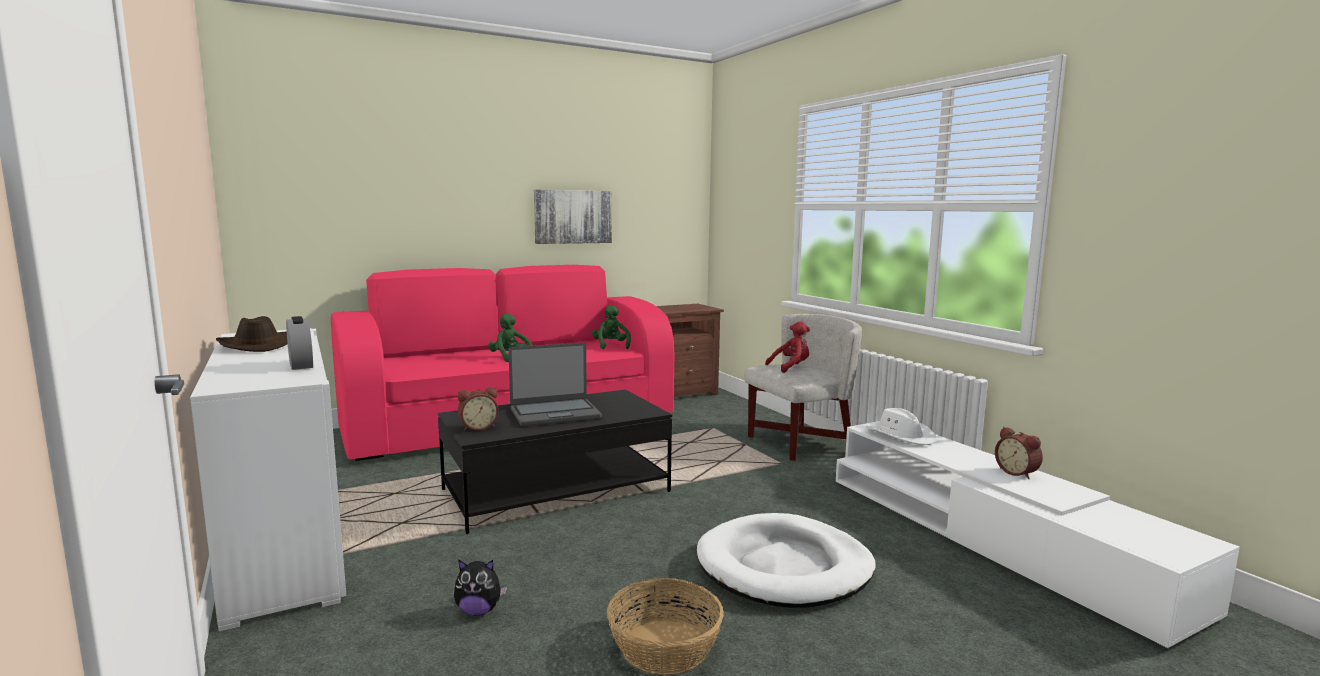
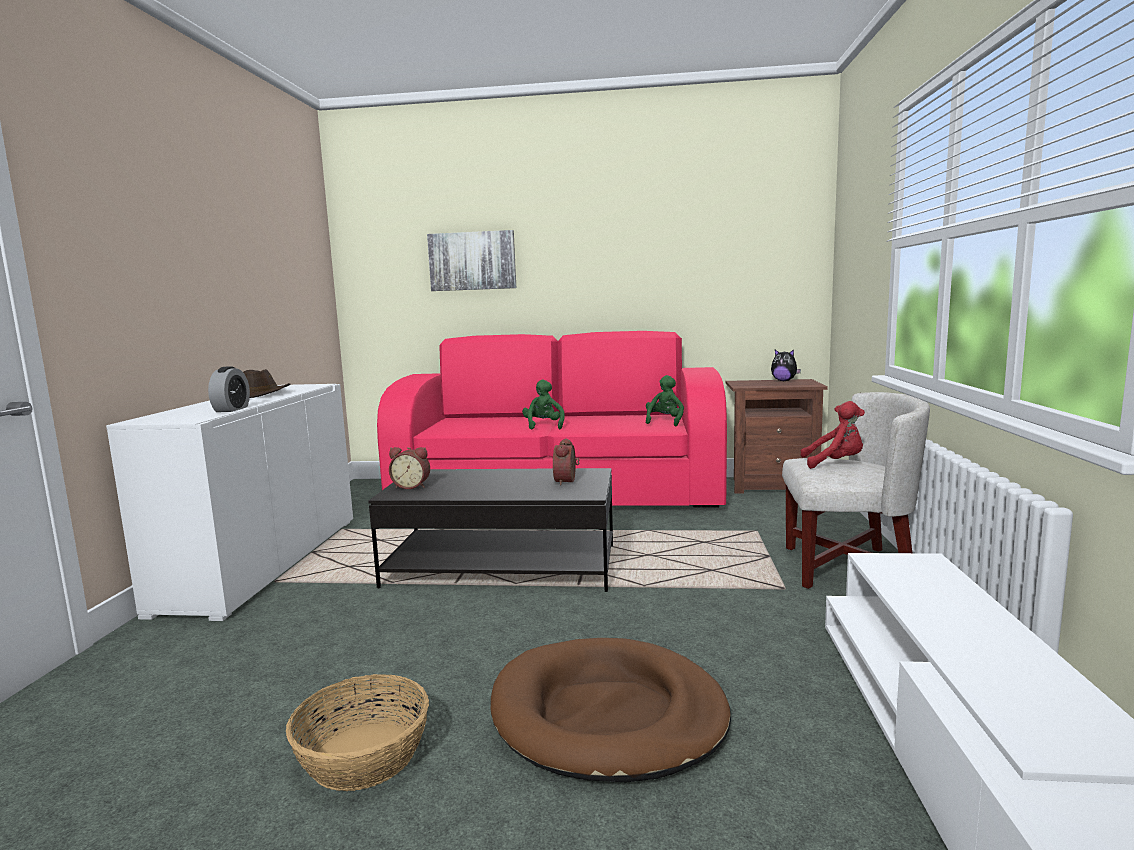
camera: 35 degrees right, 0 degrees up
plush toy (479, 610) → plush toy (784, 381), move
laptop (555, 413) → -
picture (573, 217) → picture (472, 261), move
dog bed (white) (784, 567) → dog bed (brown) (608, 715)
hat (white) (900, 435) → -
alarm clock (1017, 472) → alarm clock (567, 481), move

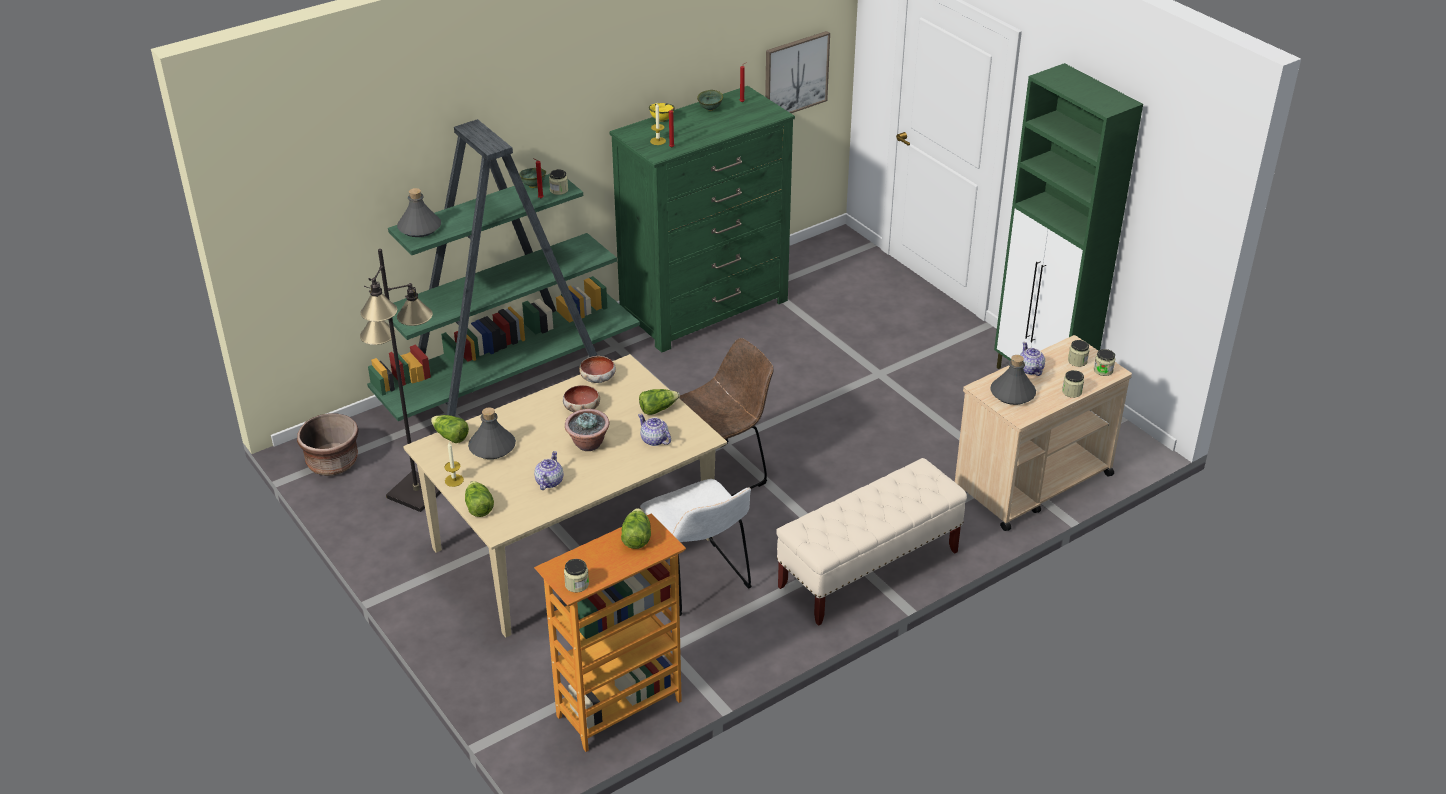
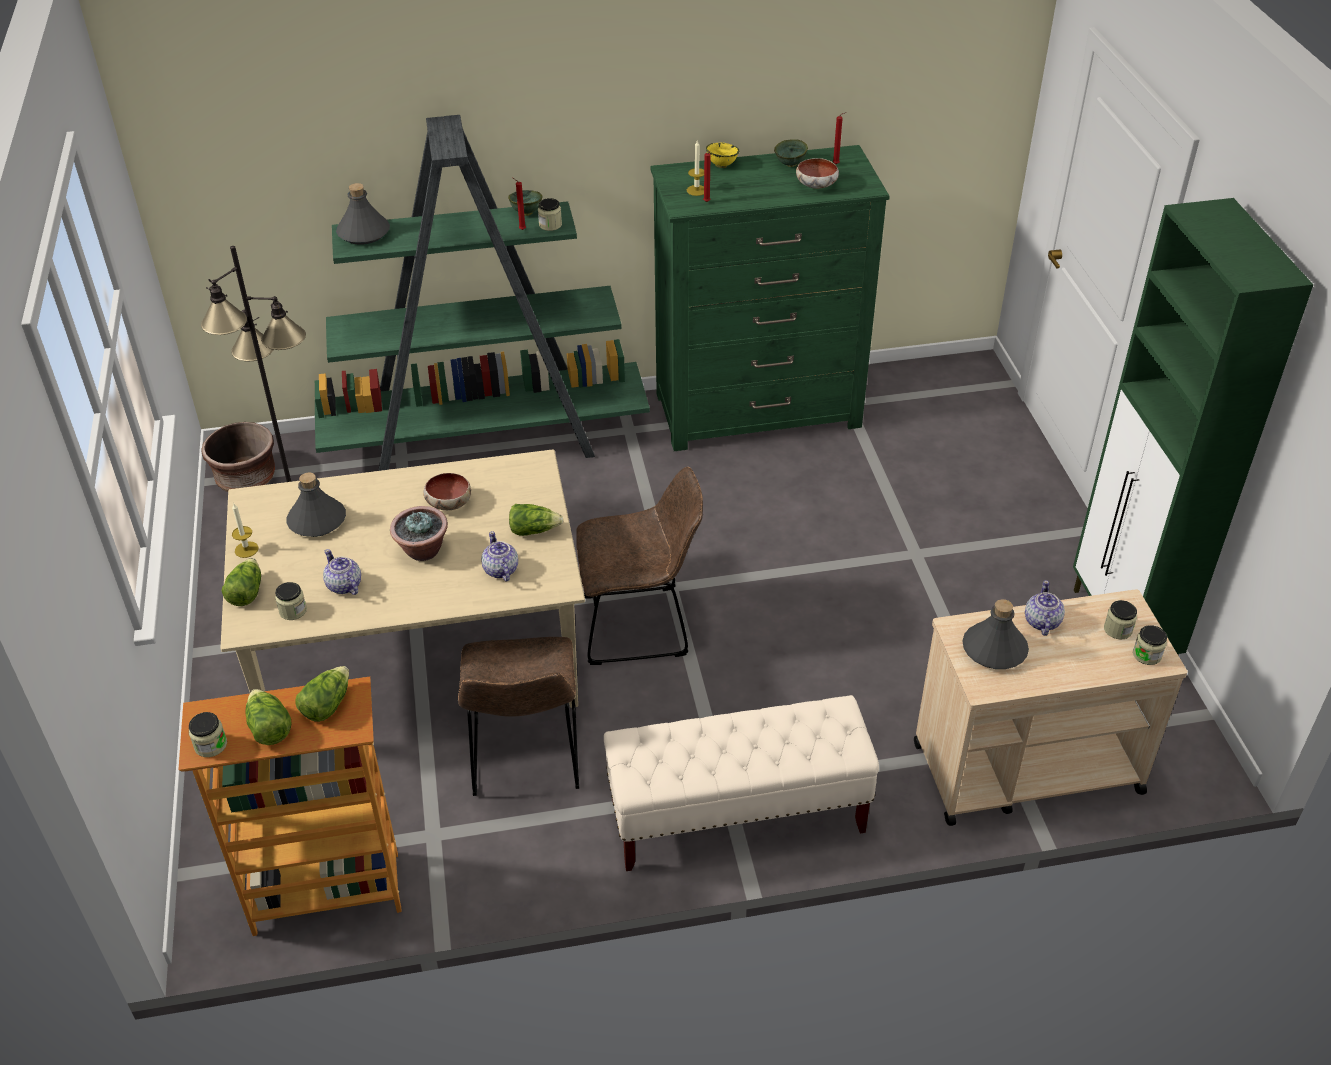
camera: 25 degrees right, 5 degrees up
lettuce (450, 436) → lettuce (269, 728), move
teapot (549, 482) → teapot (344, 586), 75 degrees counterclockwise
bowl (598, 378) → bowl (817, 185), move
chair (white) (699, 581) → chair (brown) (525, 758)
picture (795, 75) → -
jar (1072, 392) → jar (293, 611), move

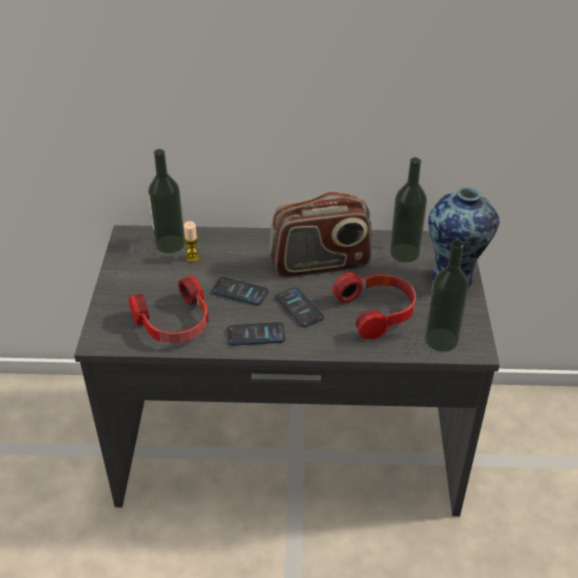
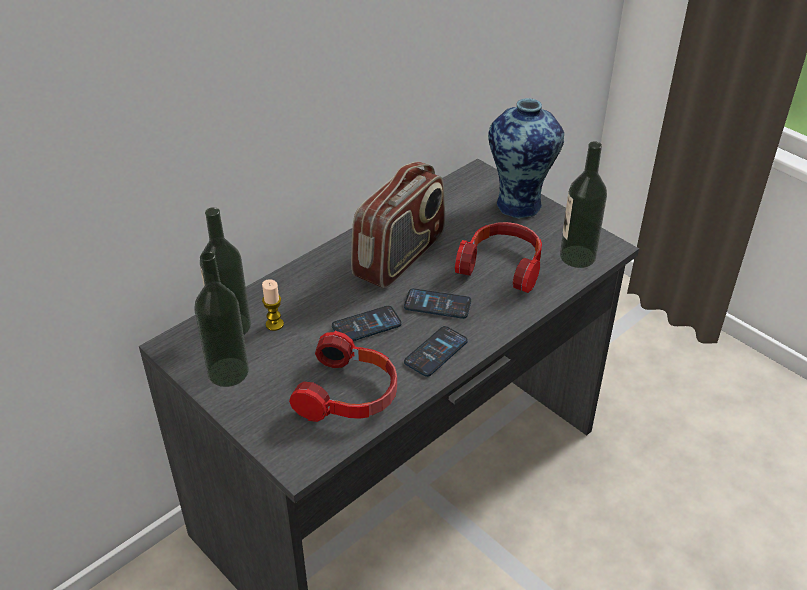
camera: 45 degrees left, 0 degrees up
bottle (404, 253) → bottle (228, 372), move

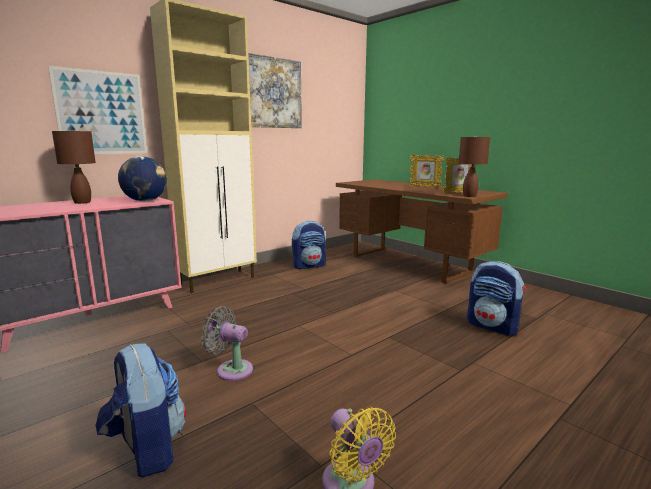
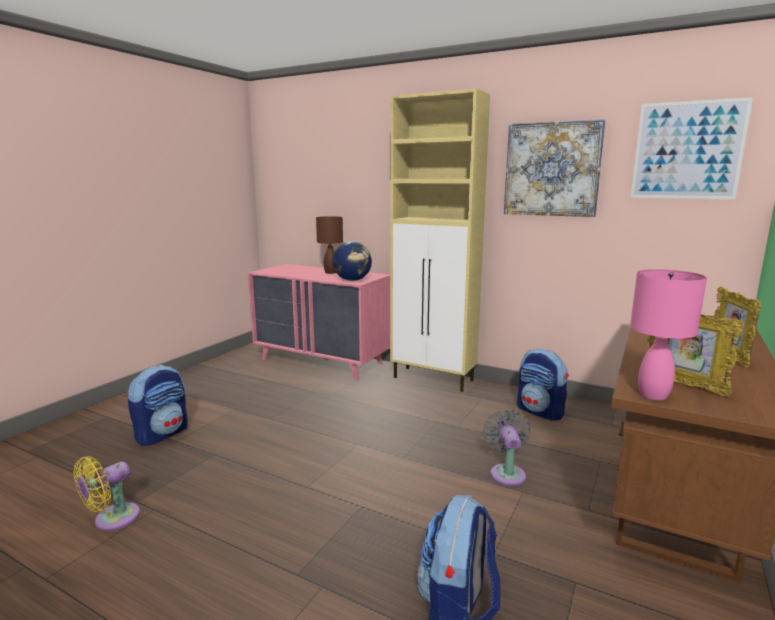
camera: 70 degrees right, 0 degrees up
picture (101, 113) → picture (687, 150), move
fan (grey) (231, 369) → fan (grey) (507, 473), move
table lamp (brown) (470, 196) → table lamp (pink) (654, 395)

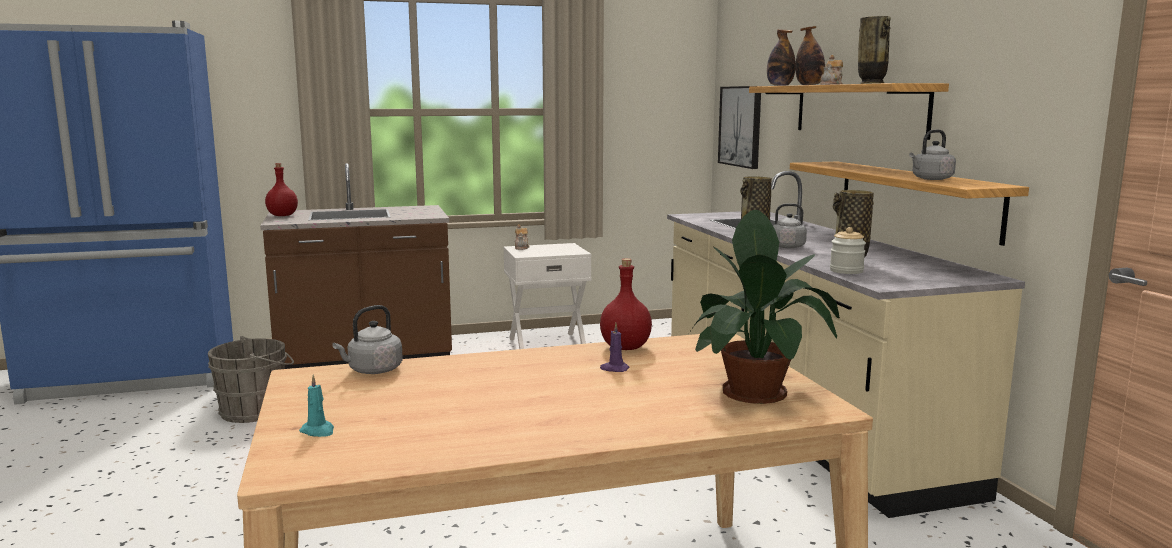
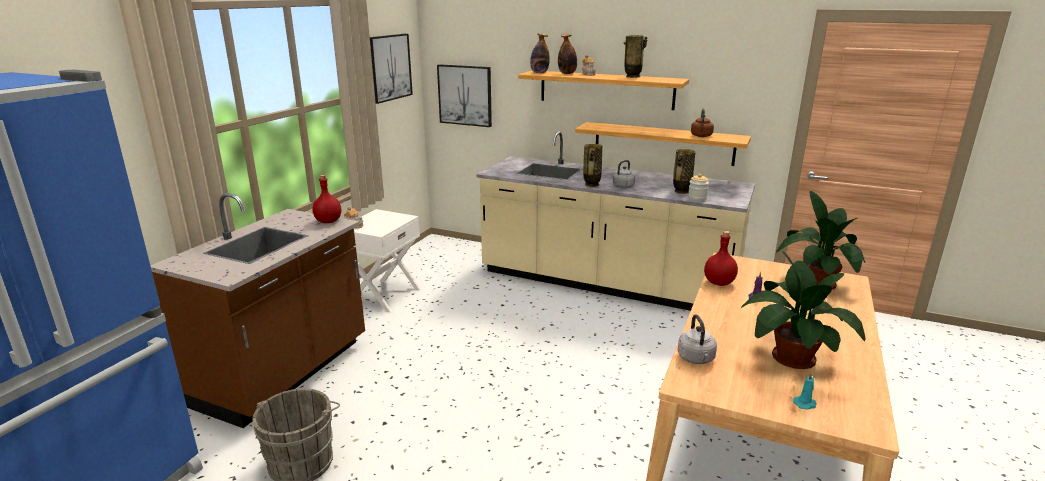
camera: 50 degrees left, 10 degrees up
bottle (red) (282, 215) → bottle (red) (328, 221), move
kettle (grey) (930, 179) → kettle (brown) (701, 136)
- → picture (389, 67)
- → potted plant (789, 356)

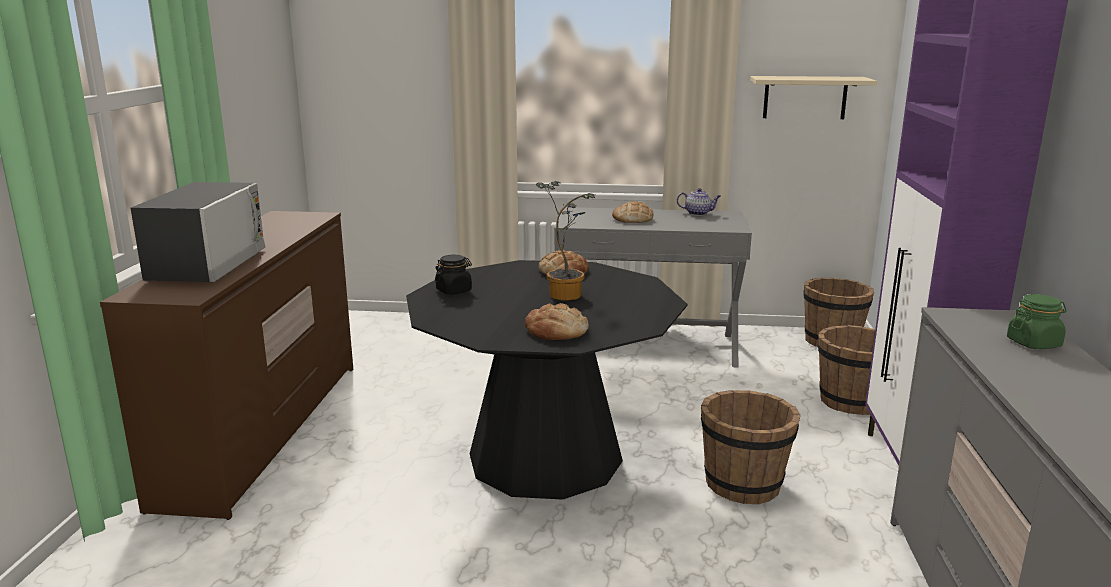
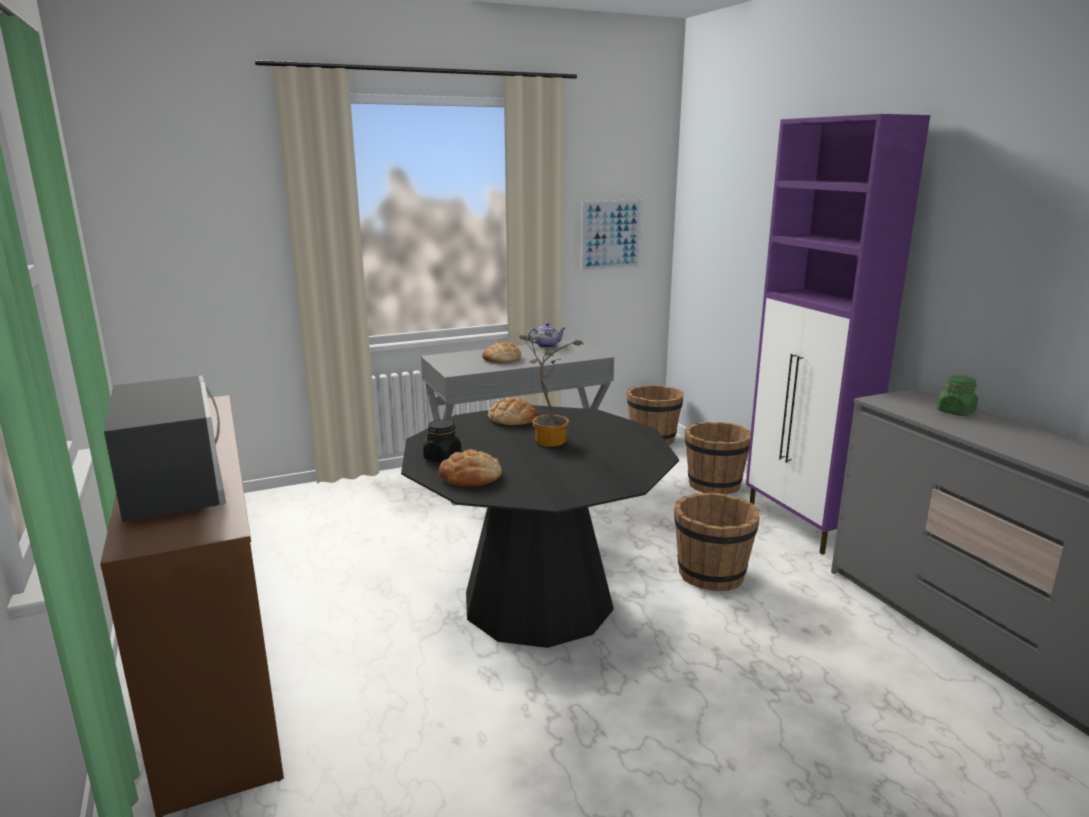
camera: 30 degrees left, 0 degrees up
bread (557, 330) → bread (471, 476), move
shelf (beige) (805, 97) → picture (611, 235)

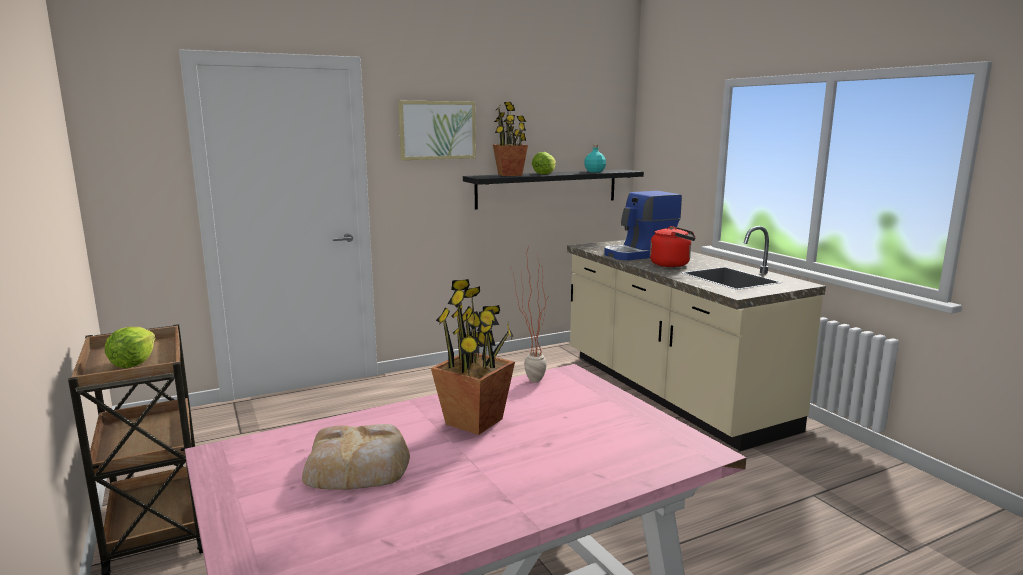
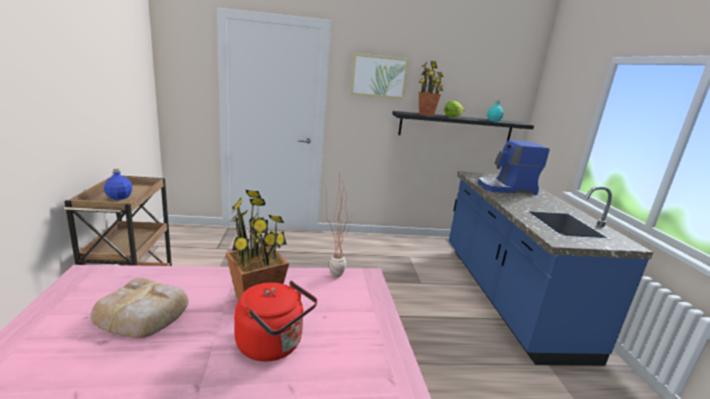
camera: 20 degrees right, 5 degrees up
lettuce (134, 362) → bottle (blue) (119, 197)
counter (beige) (670, 391) → counter (blue) (506, 295)
kettle (red) (672, 264) → kettle (red) (273, 345), move

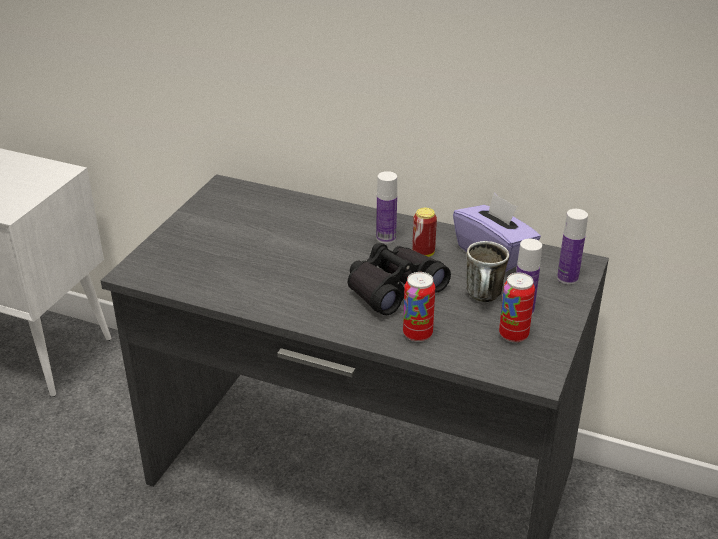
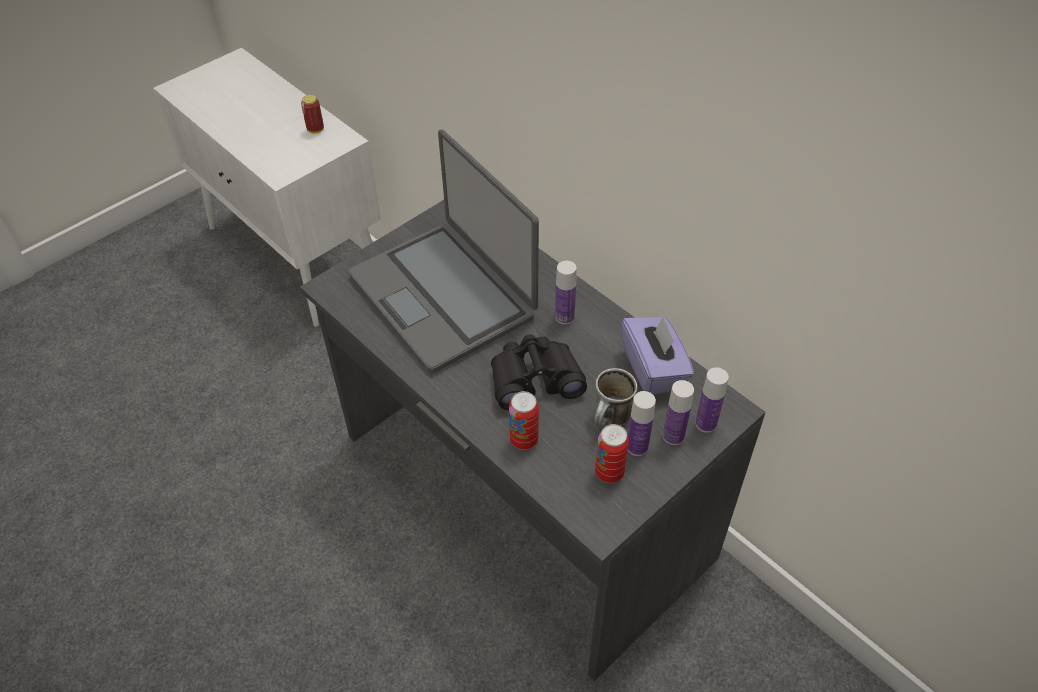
camera: 25 degrees right, 15 degrees up
can (423, 253) → can (315, 130), move
- → laptop (444, 295)
- → bottle (673, 436)

